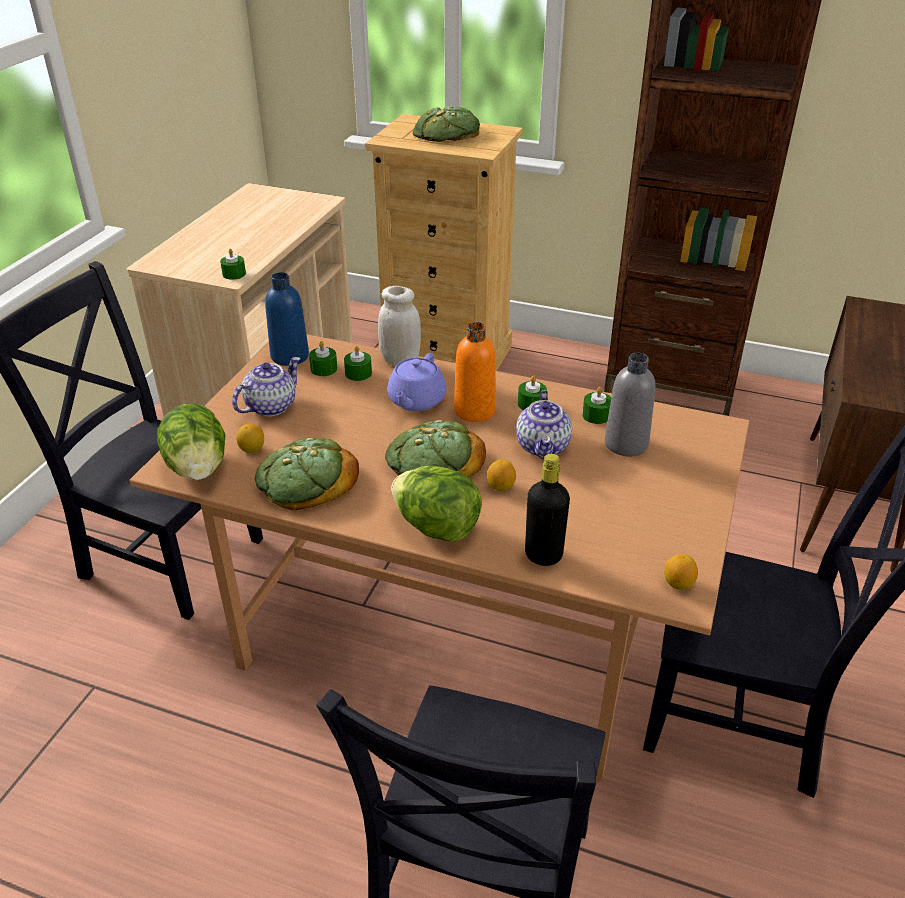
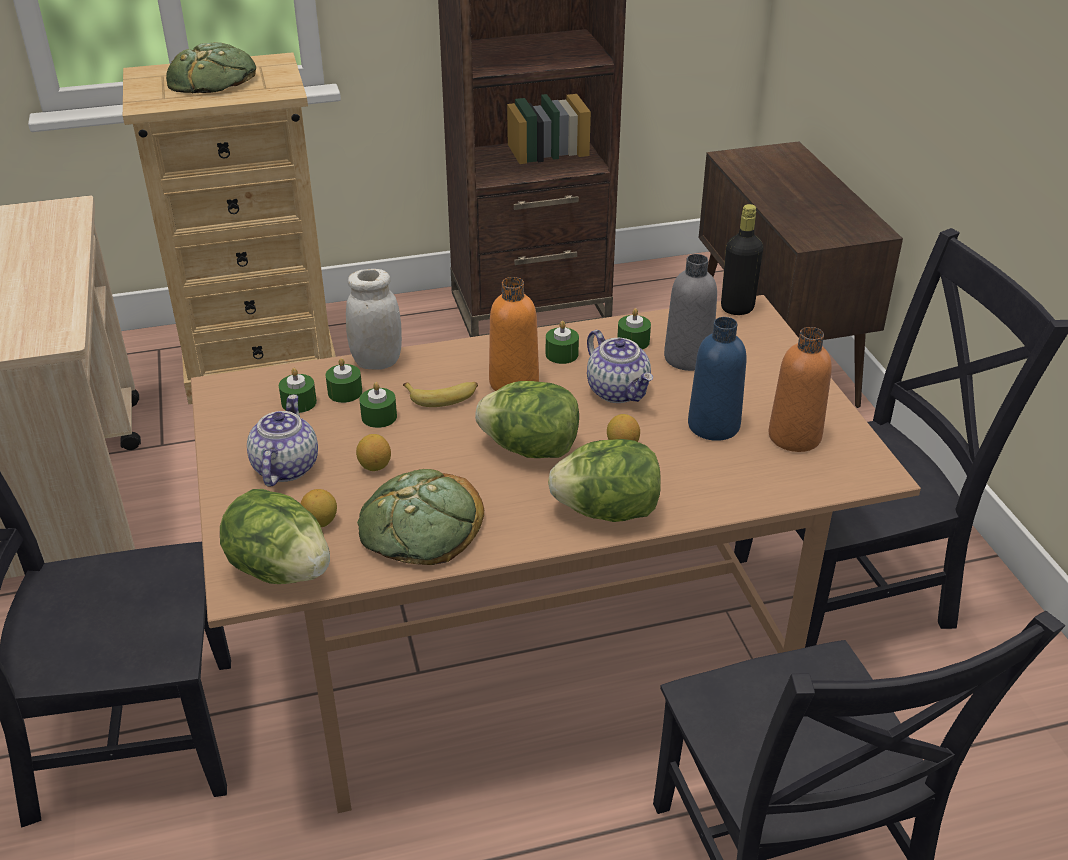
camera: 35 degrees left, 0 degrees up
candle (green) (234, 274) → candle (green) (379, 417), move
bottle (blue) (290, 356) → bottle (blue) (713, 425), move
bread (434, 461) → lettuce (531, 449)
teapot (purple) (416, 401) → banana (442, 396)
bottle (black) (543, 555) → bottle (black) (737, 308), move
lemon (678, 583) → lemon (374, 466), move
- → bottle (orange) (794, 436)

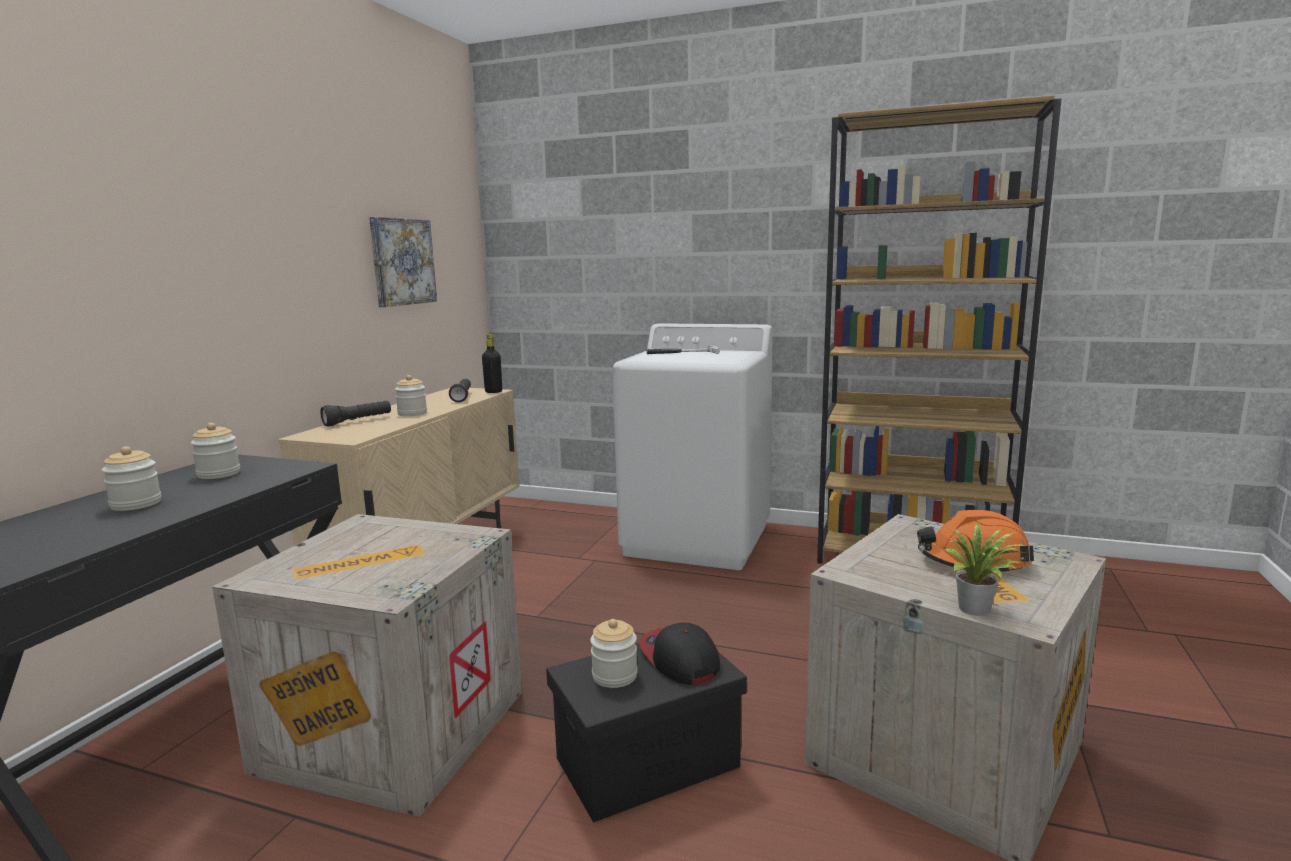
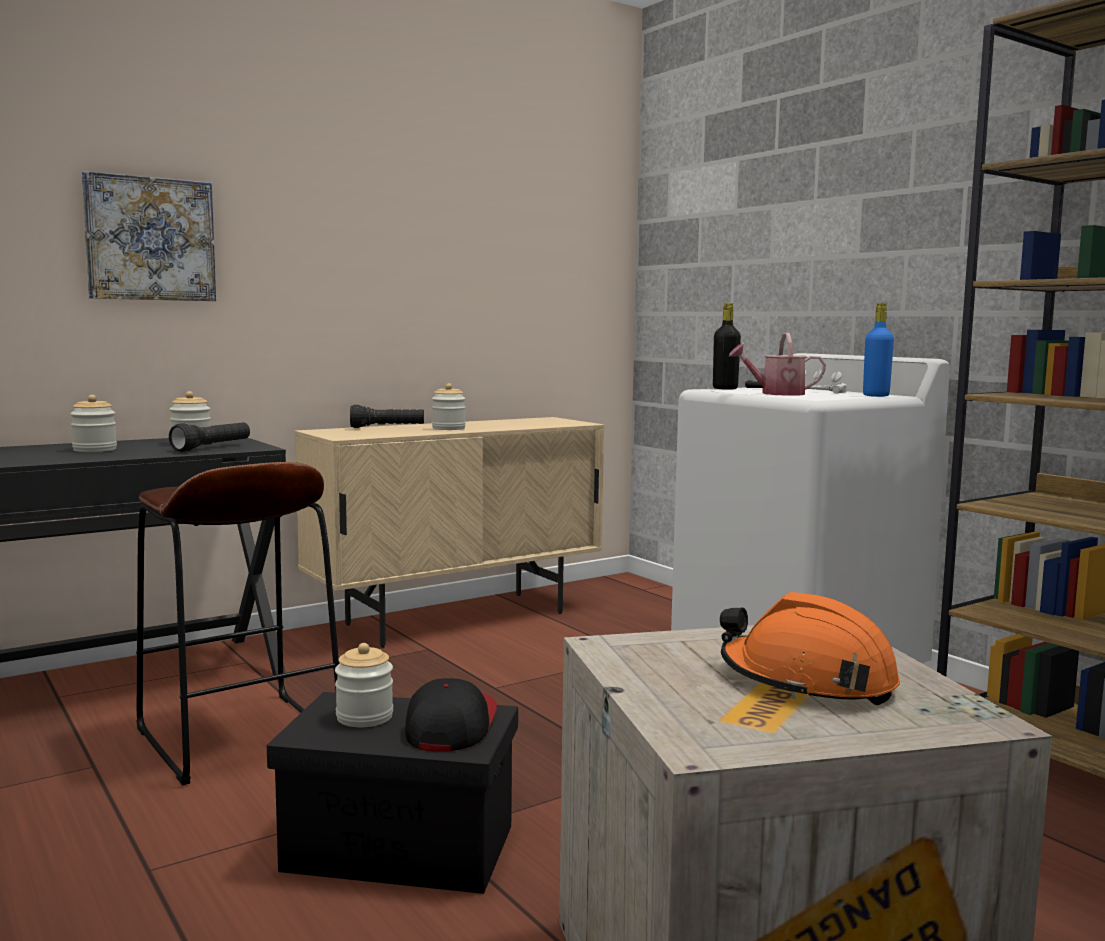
camera: 35 degrees right, 5 degrees down
crate (395, 732) → stool (brown) (238, 737)
picture (402, 262) → picture (150, 239), move
flashlight (black) (462, 397) → flashlight (black) (212, 447), move
bottle (black) (493, 392) → bottle (black) (725, 388), move
potted plant (978, 610) → -
- → watering can (776, 393)
- → bottle (blue) (876, 396)

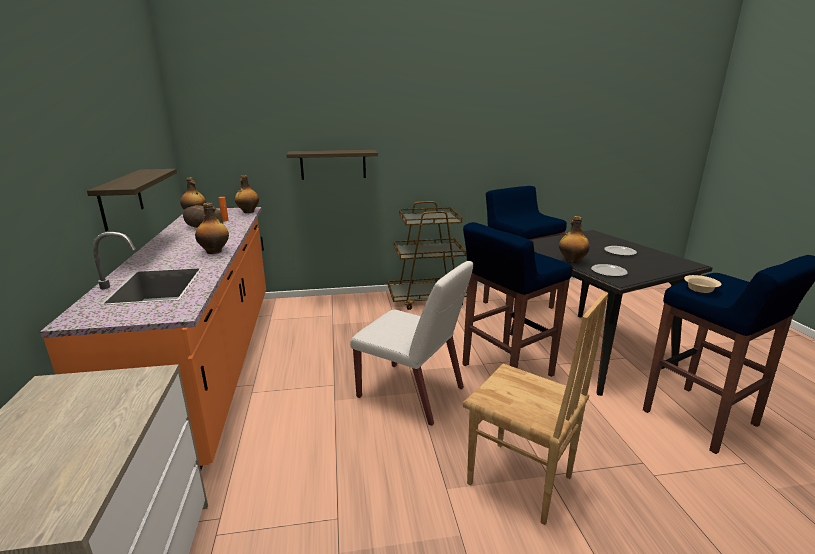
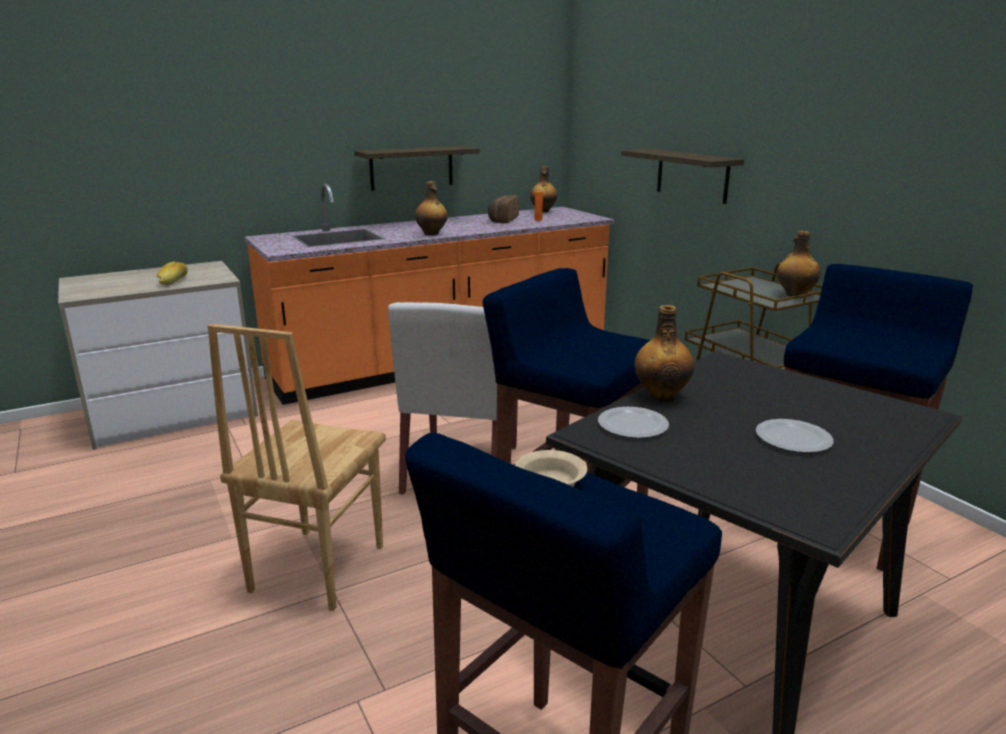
camera: 70 degrees right, 0 degrees up
bottle (248, 212) → bottle (794, 295), move
- → bread (174, 281)

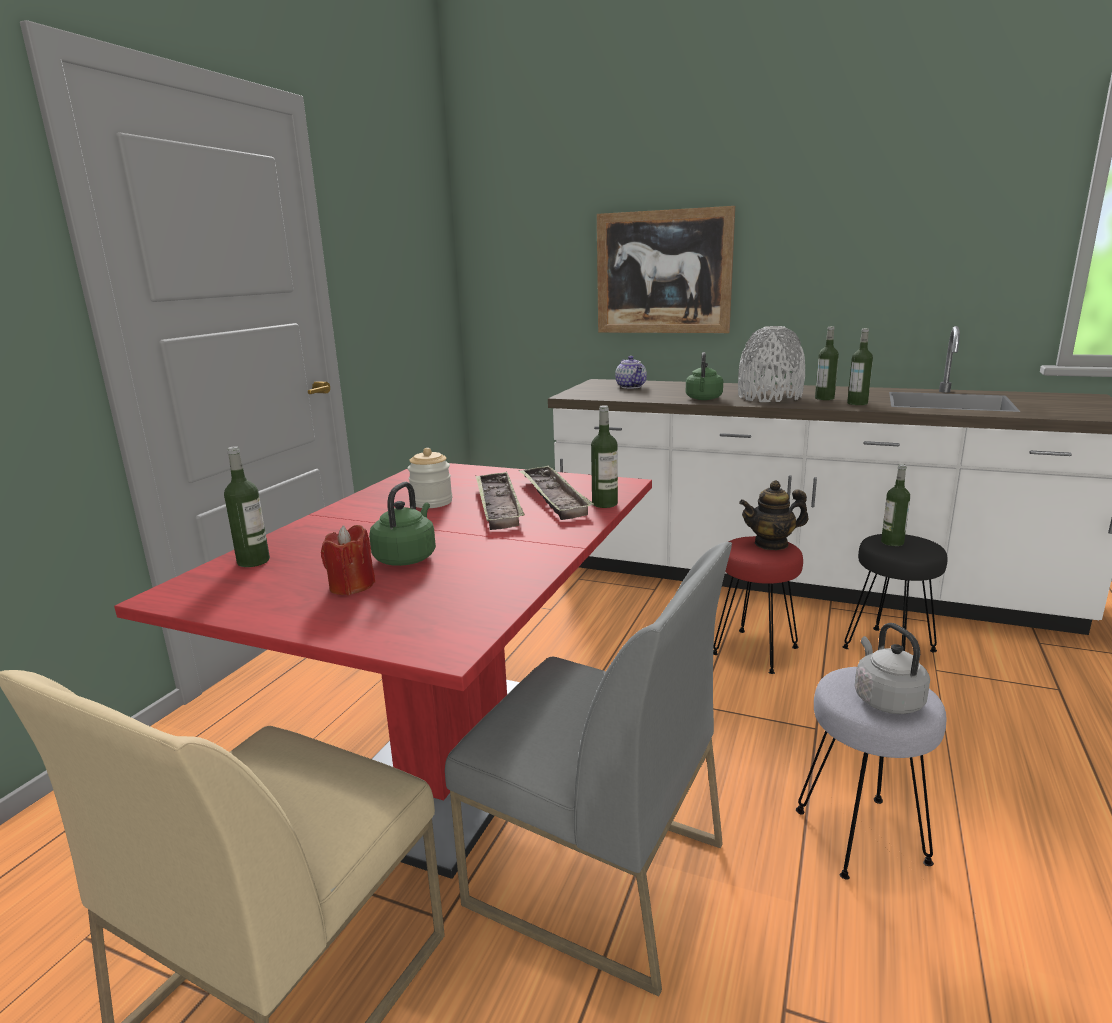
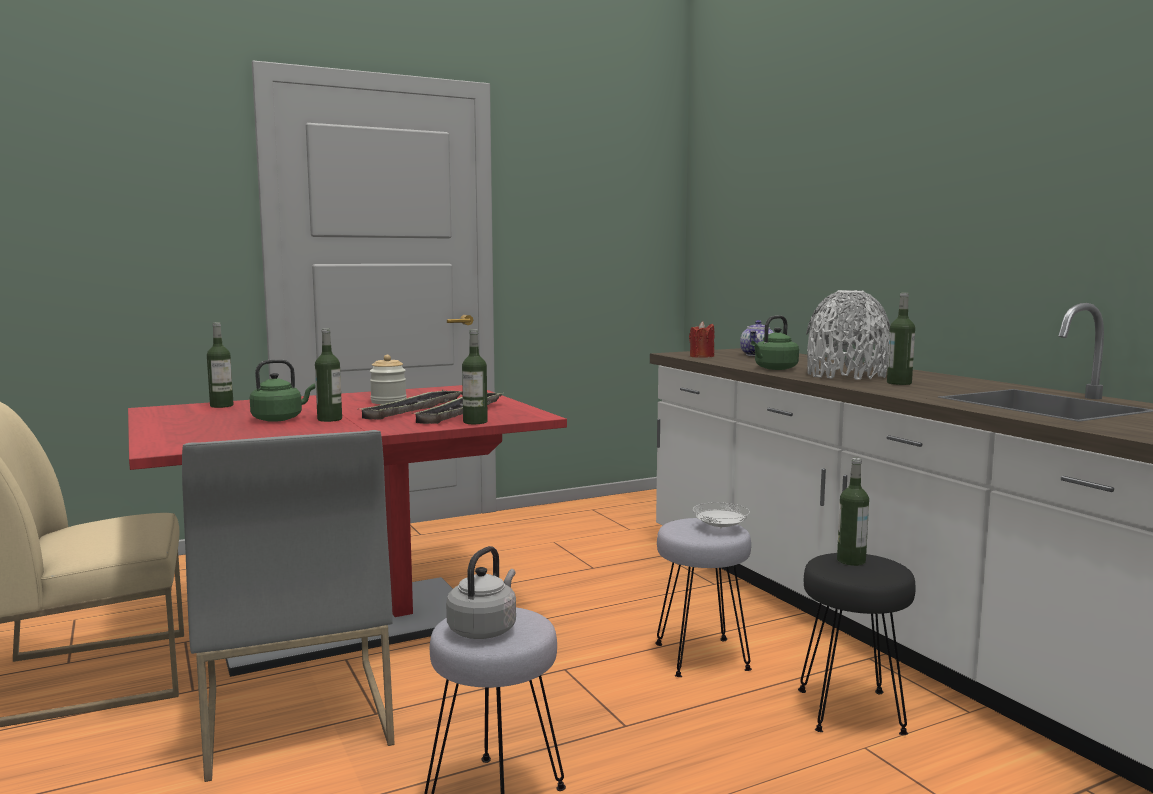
camera: 40 degrees right, 10 degrees down
candle (red) (351, 586) → candle (red) (701, 356), move
picture (663, 272) → -
stool (red) (754, 651) → stool (grey) (700, 657)
teapot (771, 544) → plate (white) (720, 528)
bottle (857, 403) → bottle (329, 419), move

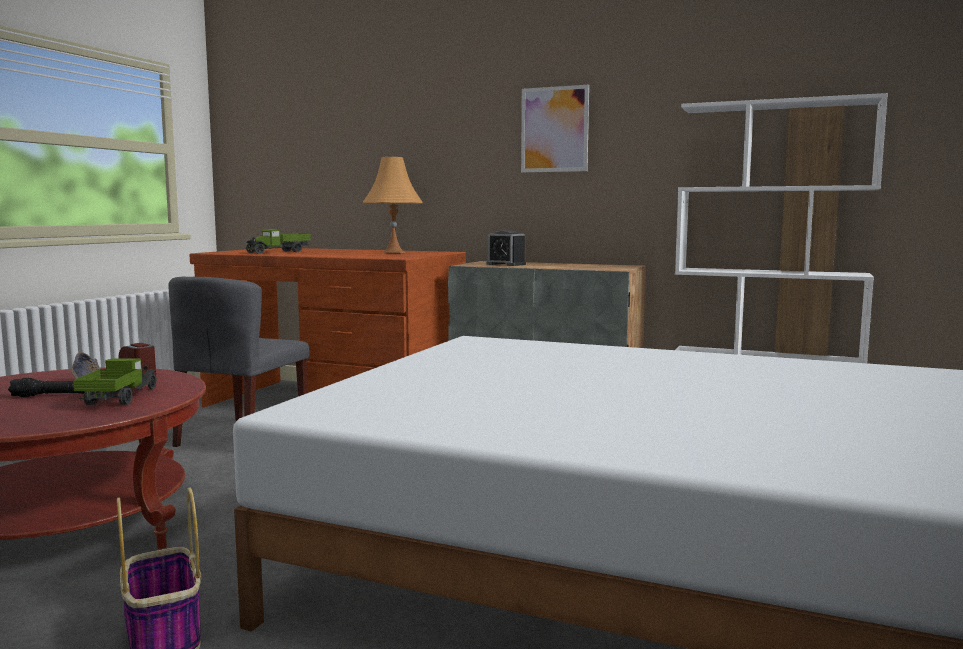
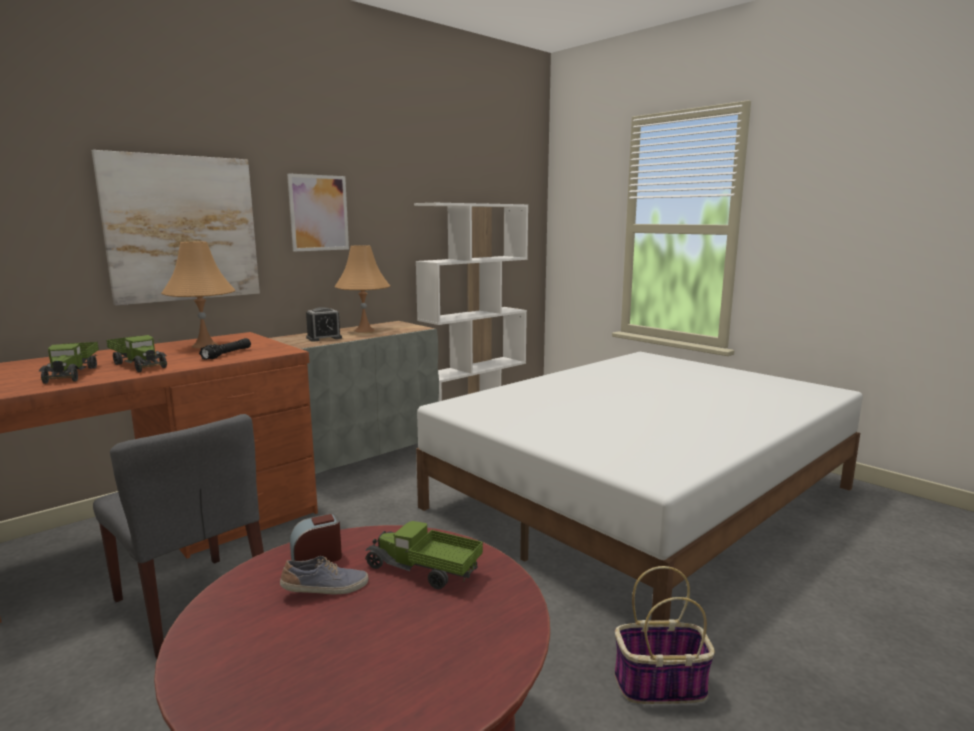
camera: 65 degrees left, 5 degrees up
flashlight (black) (54, 396) → flashlight (black) (227, 354), move
- → picture (182, 228)
- → toy truck (139, 364)
- → table lamp (orange) (364, 330)

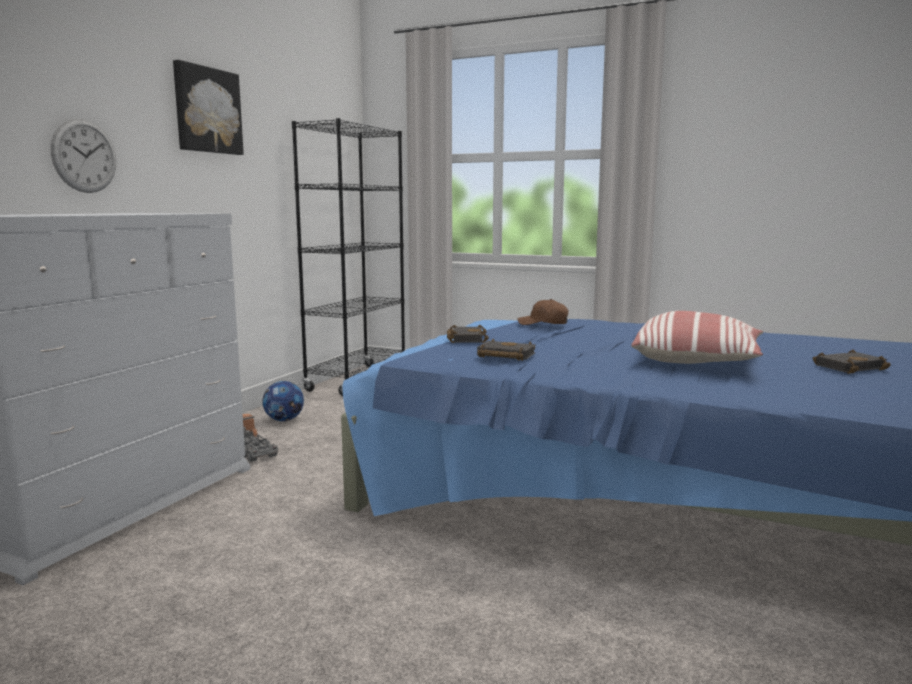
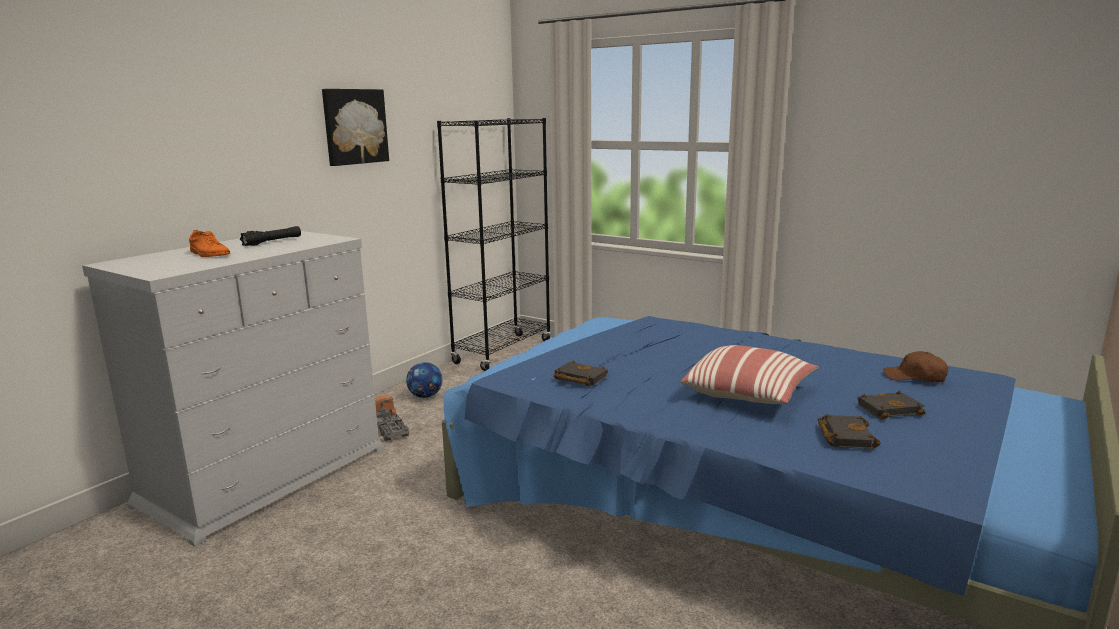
camera: 10 degrees right, 5 degrees up
wall clock (84, 156) → -
book (black) (465, 339) → book (black) (844, 436), move
cap (brown) (543, 323) → cap (brown) (915, 377), move
- → shoe (orange) (209, 254)
- → flashlight (black) (272, 242)

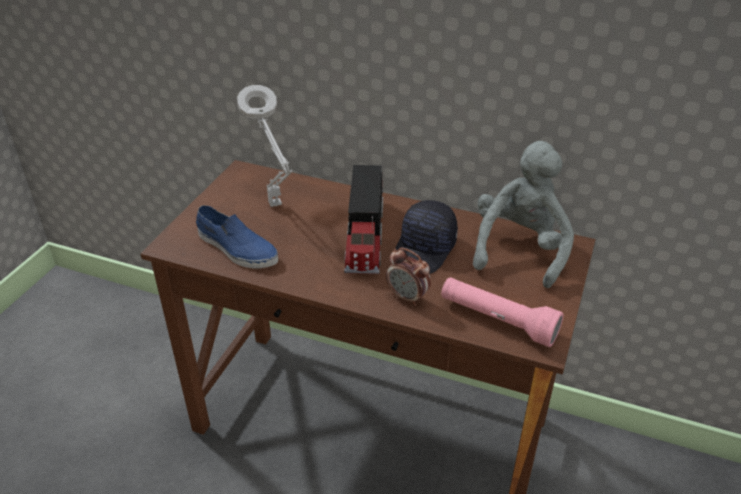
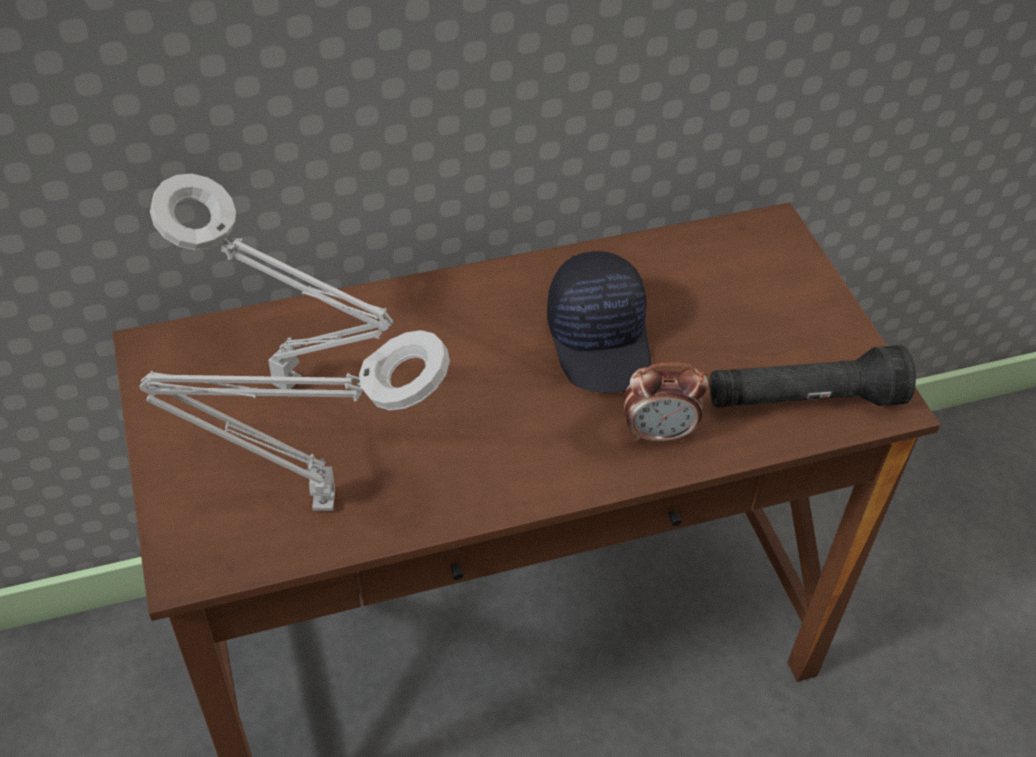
camera: 40 degrees left, 10 degrees up
shoe (blue) (236, 248) → table lamp (grey) (314, 502)
toy truck (364, 236) → -
flashlight (pink) (497, 321) → flashlight (black) (803, 401)
plush toy (grey) (520, 249) → -

